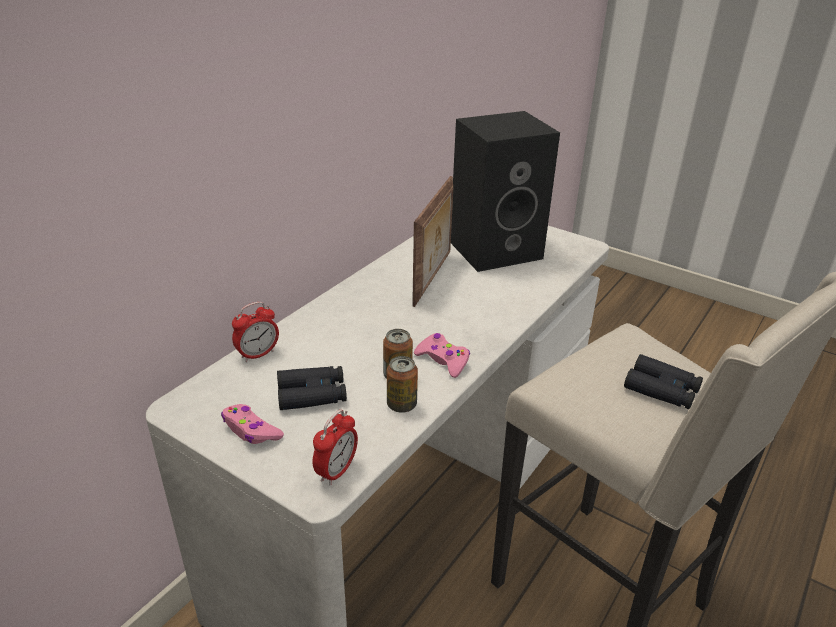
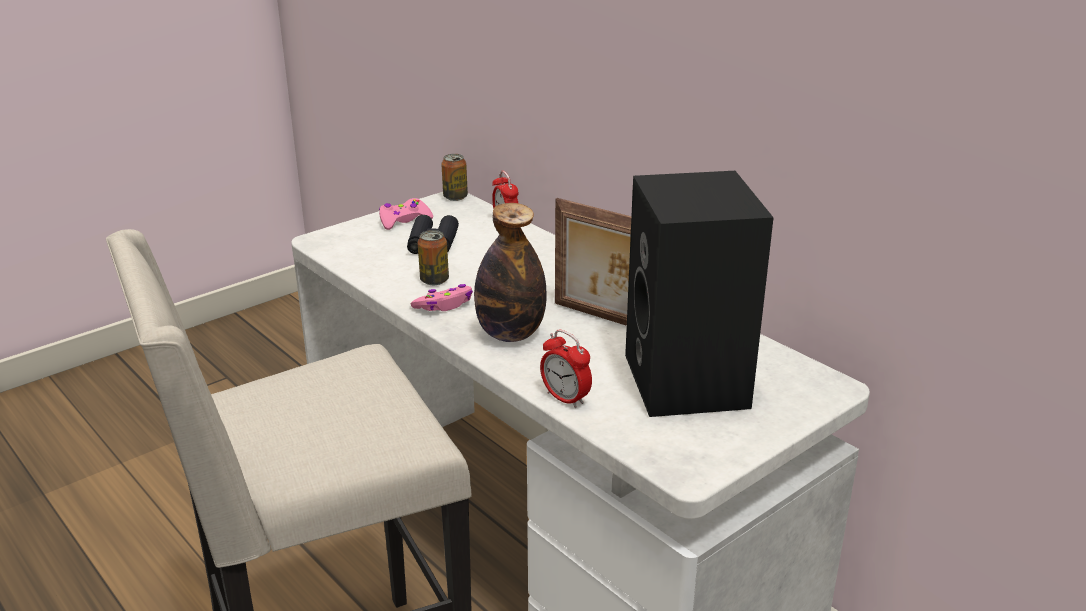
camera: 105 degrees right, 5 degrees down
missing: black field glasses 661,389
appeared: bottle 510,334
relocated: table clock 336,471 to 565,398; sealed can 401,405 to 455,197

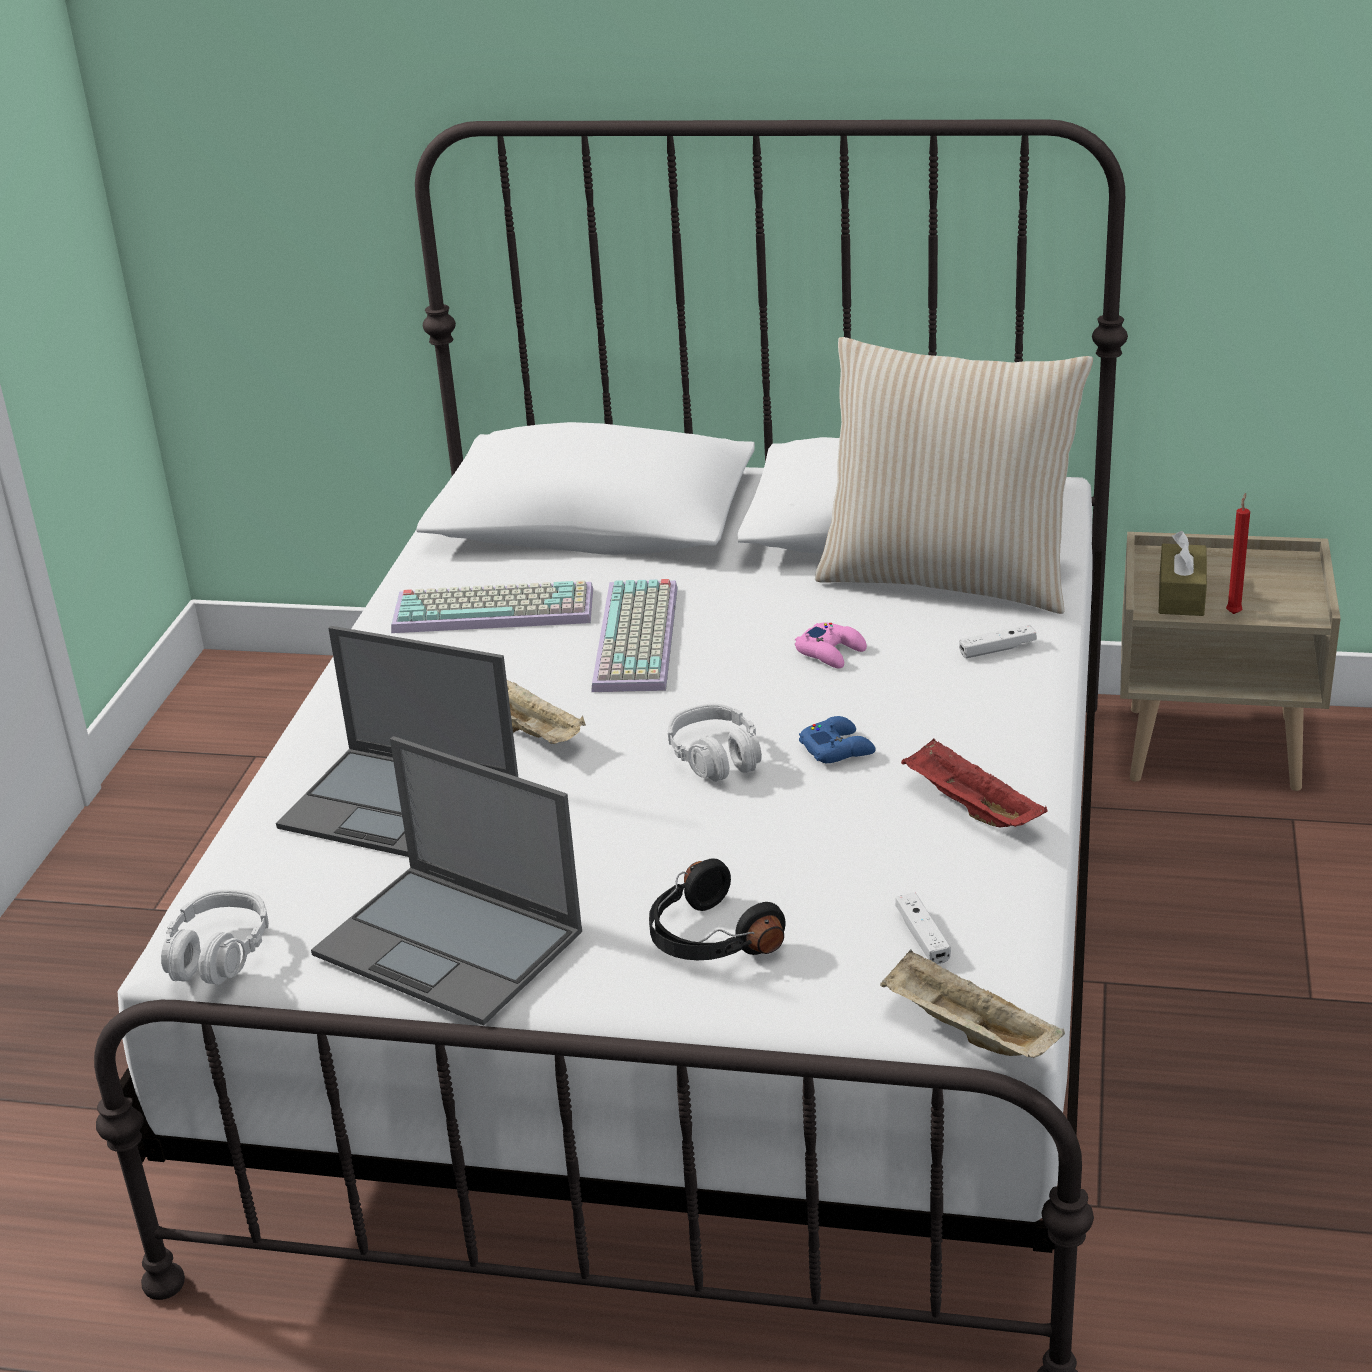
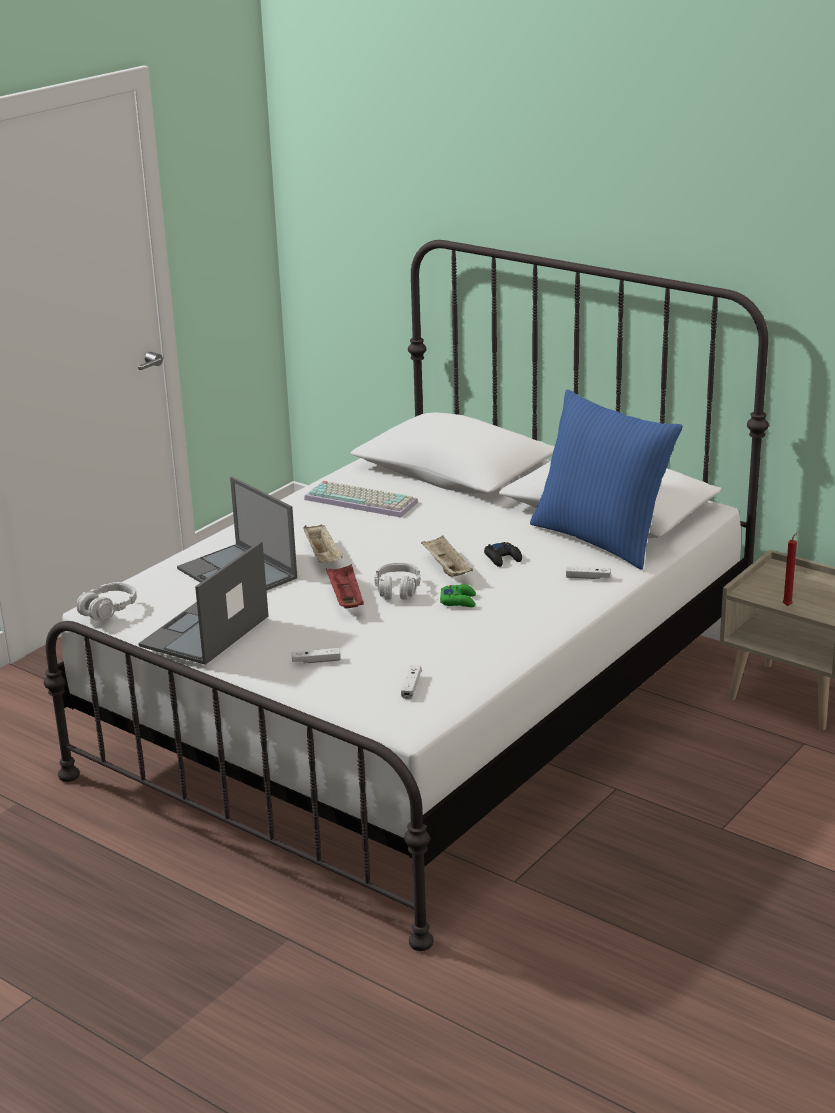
camera: 25 degrees right, 5 degrees down
missing: computer keyboard 639,639; brown-coloured tissue holder 1181,595
relocated: beige-coloured carrying tray 966,1032 to 446,568; red-coloured carrying tray 969,808 to 345,599
exchanged: black headphones 709,938 to white-coloured gamepad 316,661
colour: pinkish gamepad 831,652 to black gamepad 503,558; bluish gamepad 837,748 to greenish gamepad 458,601; beige-coloured throw pillow 948,578 to bluish throw pillow 601,539
spun: notebook computer 451,944 = 204,632 60 degrees clockwise

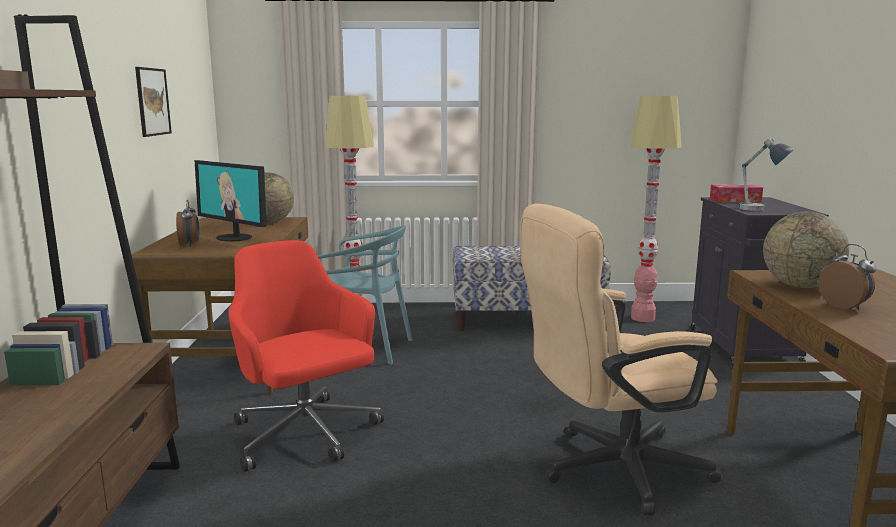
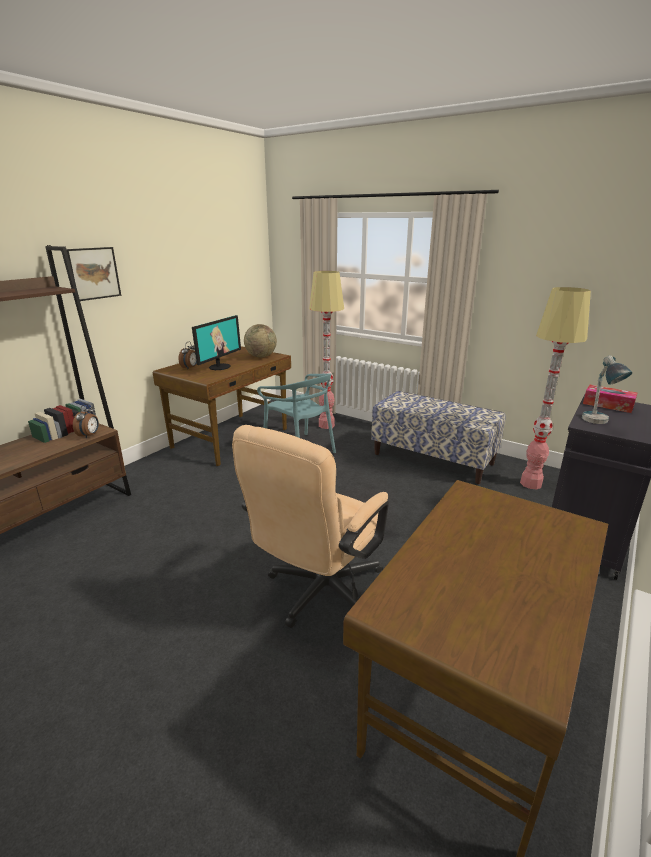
camera: 35 degrees right, 10 degrees up
missing: red-coloured computer chair 306,435; world globe 800,286
relocated: wall art 152,102 to 94,273; table clock 845,307 to 89,435
spun: computer display 235,237 = 219,367 135 degrees counterclockwise; beige-coloured computer chair 610,470 = 318,594 75 degrees counterclockwise

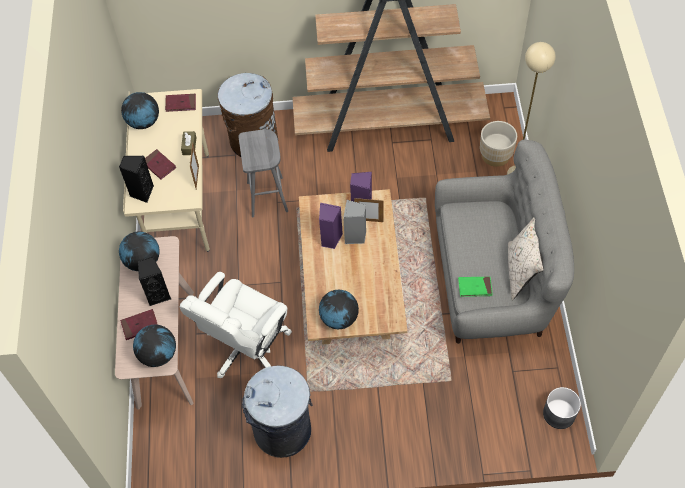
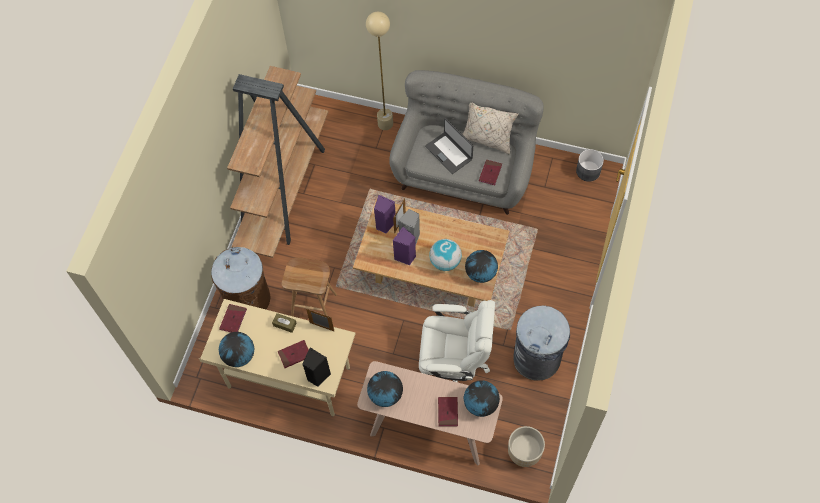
camera: 70 degrees left, 5 degrees up
missing: black loudspeaker 158,294
appeared: notebook computer 449,152; world globe 445,262
relocated: beige-coloured planter 495,155 to 524,453
colour: greyish stool seat 268,197 to brown-coloured stool seat 314,305; greenish bound book 475,287 to red-coloured bound book 490,173
spun: white-coloured computer chair 246,347 = 453,364 45 degrees counterclockwise

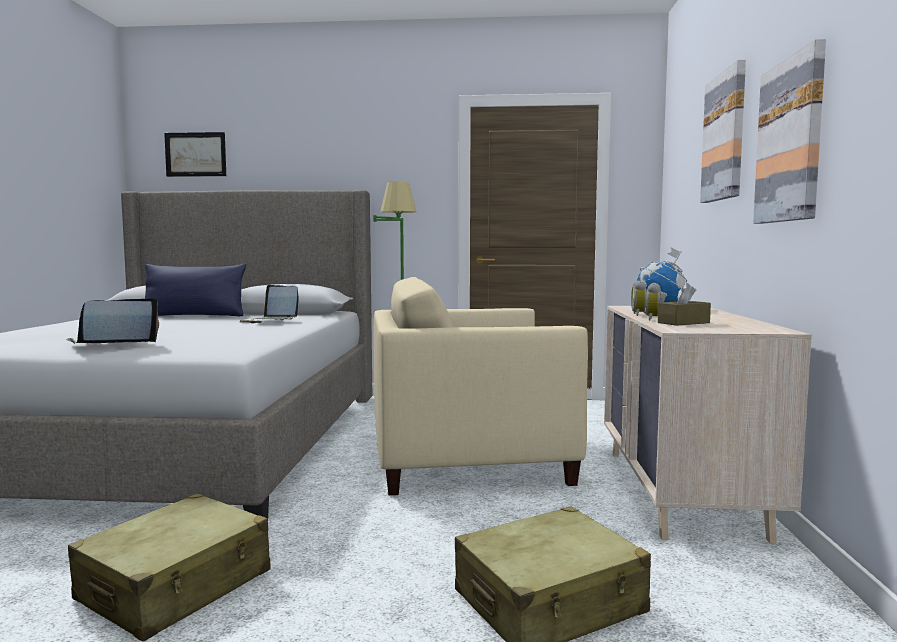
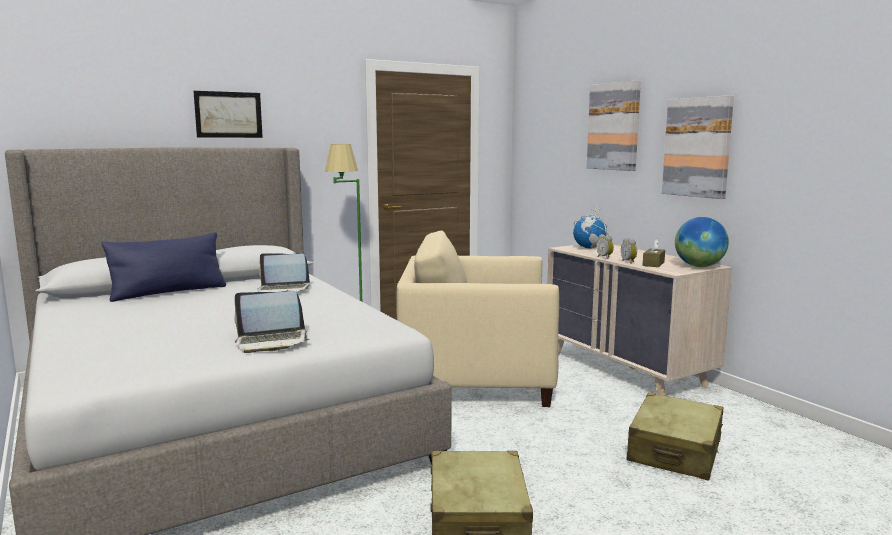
camera: 35 degrees left, 5 degrees up
appeared: world globe 699,266
relocated: wall art 195,154 to 228,114
spun: notebook computer 113,344 = 272,342 120 degrees counterclockwise; beige-coloured lounge chair 469,458 = 477,378 45 degrees clockwise

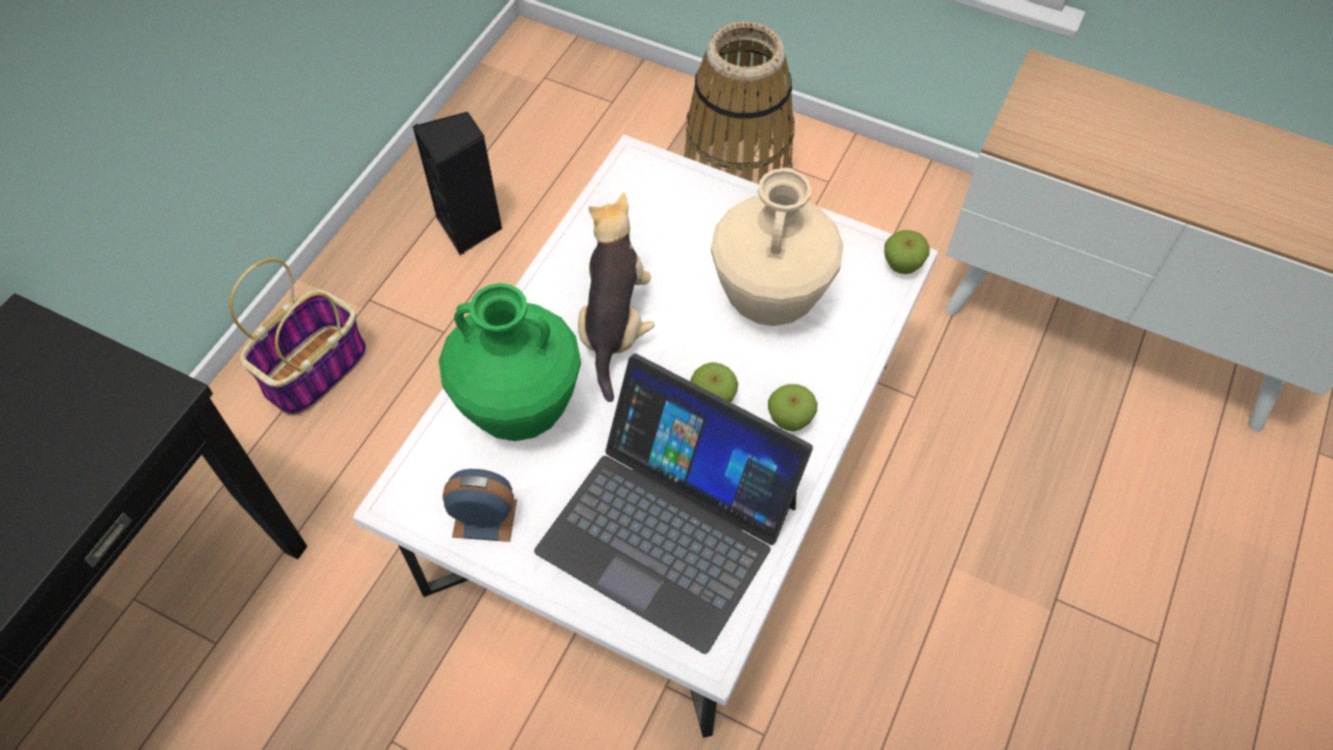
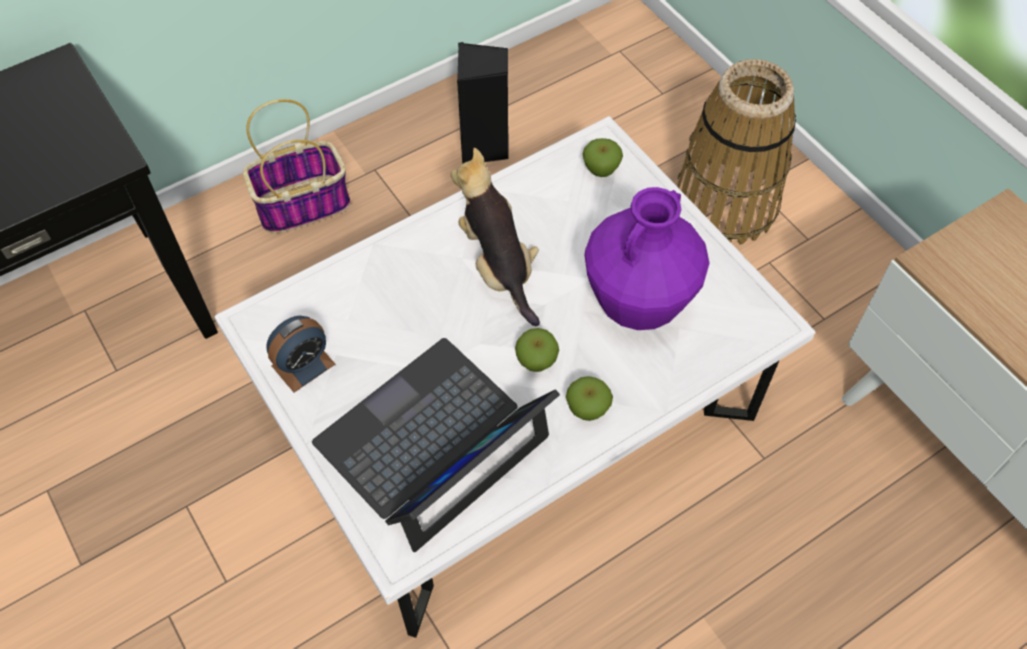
camera: 30 degrees right, 0 degrees up
missing: greenish flower vase 521,410
relocated: whole apple 902,266 to 601,170
colour: beige-coloured flower vase 770,300 to purple-coloured flower vase 638,304
spun: table clock 484,518 = 303,365 105 degrees clockwise; notebook computer 669,526 = 433,443 75 degrees clockwise; plush toy 614,326 = 498,266 60 degrees counterclockwise

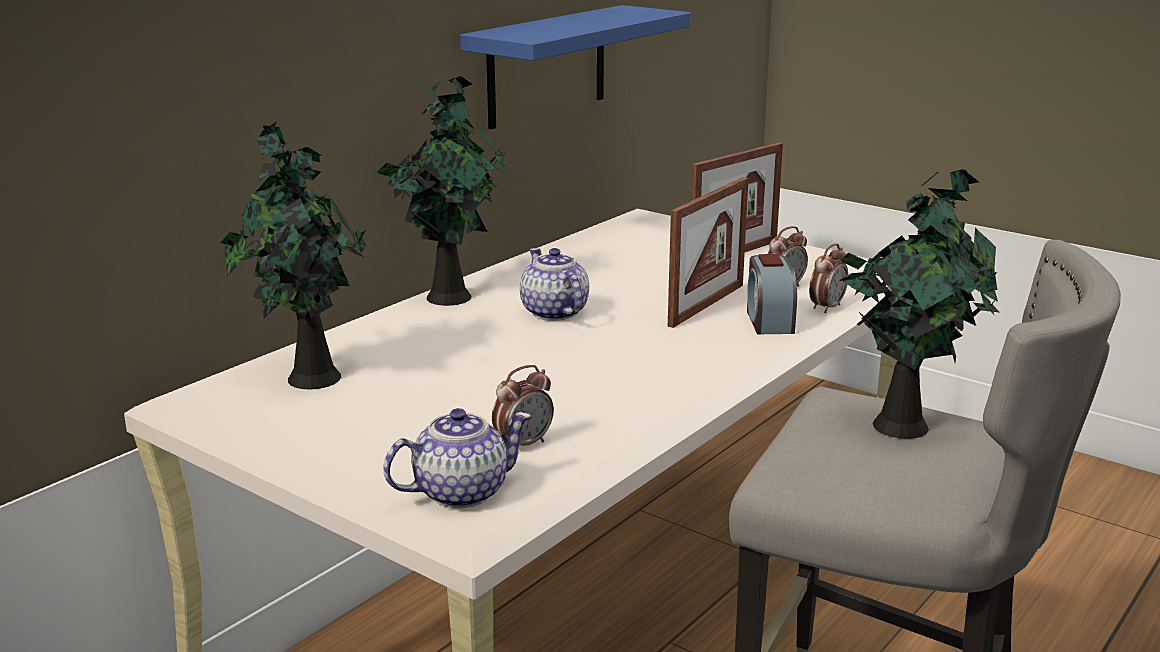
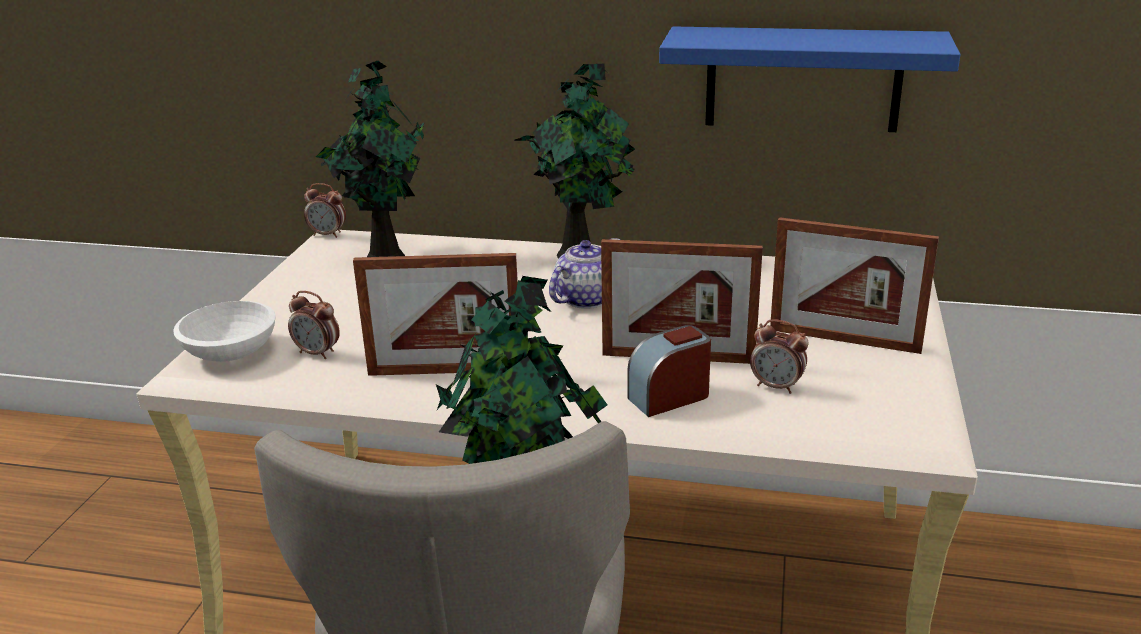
camera: 65 degrees right, 5 degrees up
appeared: photo frame 445,371
relocated: table clock 826,307 to 328,235
exchanged: tea pot 459,492 to white-coloured serving bowl 231,352

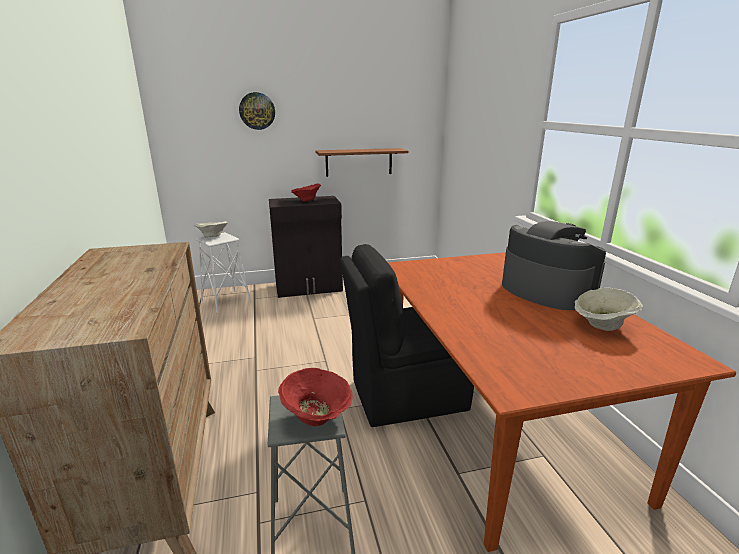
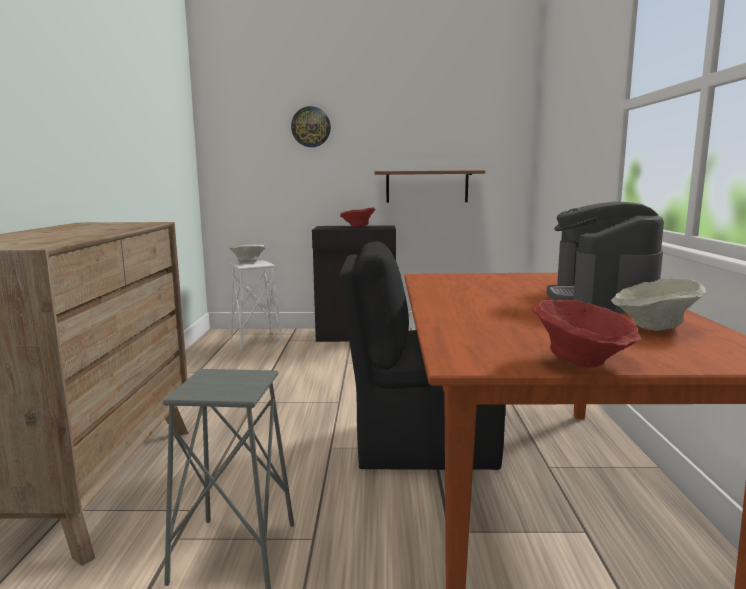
camera: 15 degrees right, 10 degrees down
relocated: red-coloured serving bowl 317,416 to 582,362
spun: coffee brewer 546,290 = 601,299 150 degrees counterclockwise

